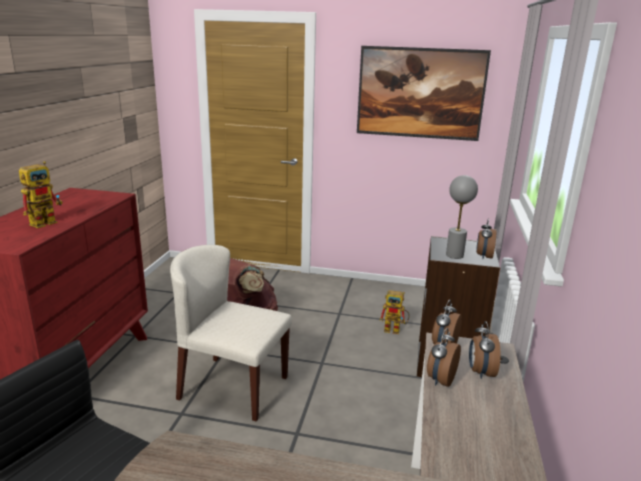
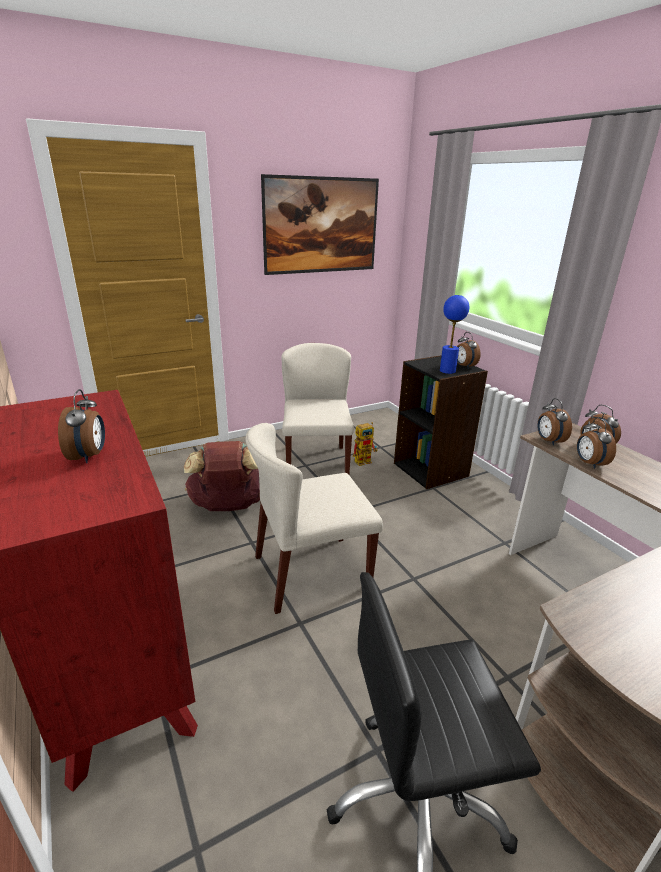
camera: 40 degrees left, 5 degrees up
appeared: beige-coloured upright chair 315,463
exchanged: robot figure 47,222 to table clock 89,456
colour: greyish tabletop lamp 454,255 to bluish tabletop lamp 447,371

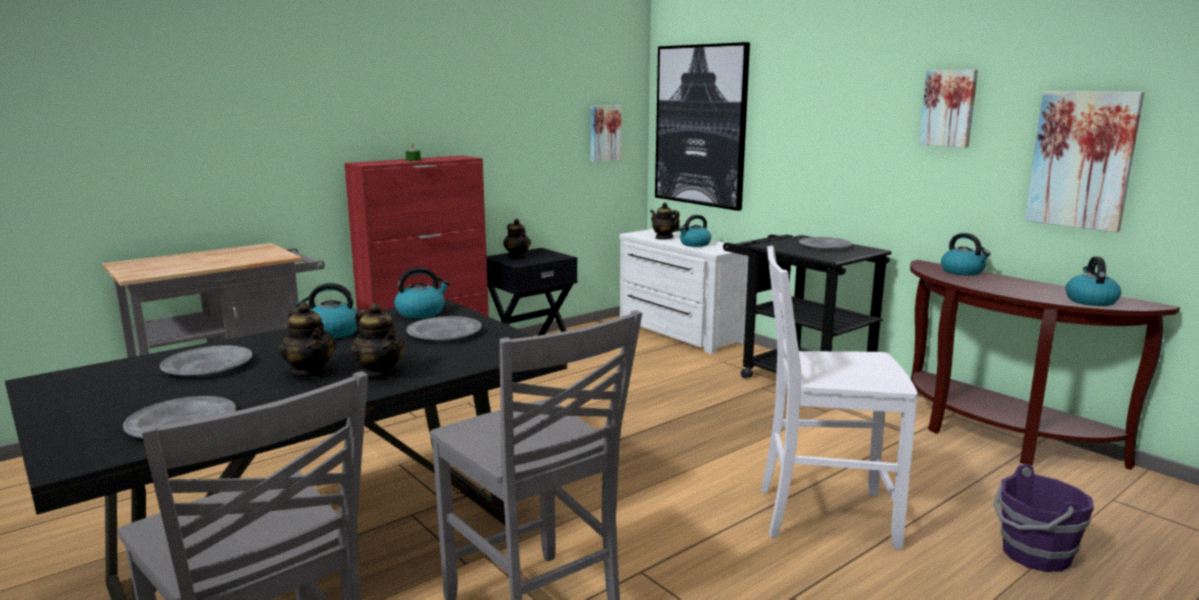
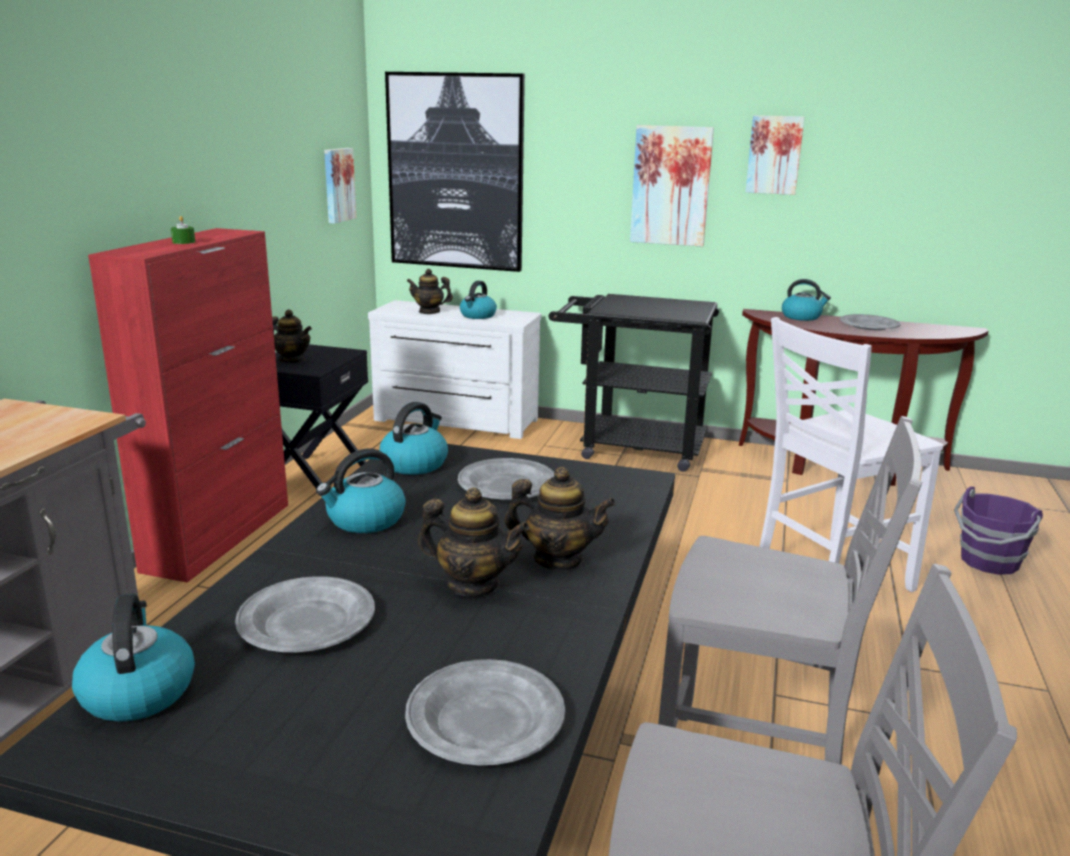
camera: 35 degrees left, 5 degrees up
relocated: greyish plate 824,246 to 868,326; wall art 1082,160 to 671,186; water kettle 1090,301 to 137,691

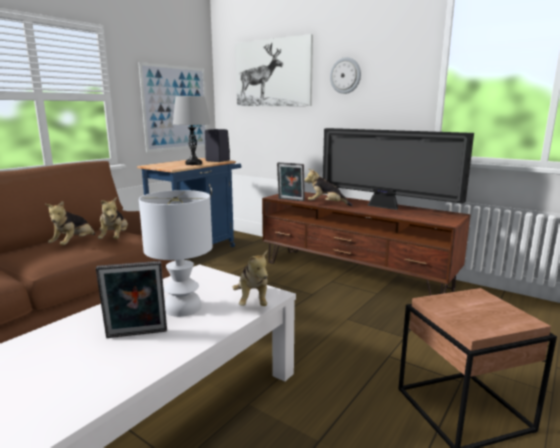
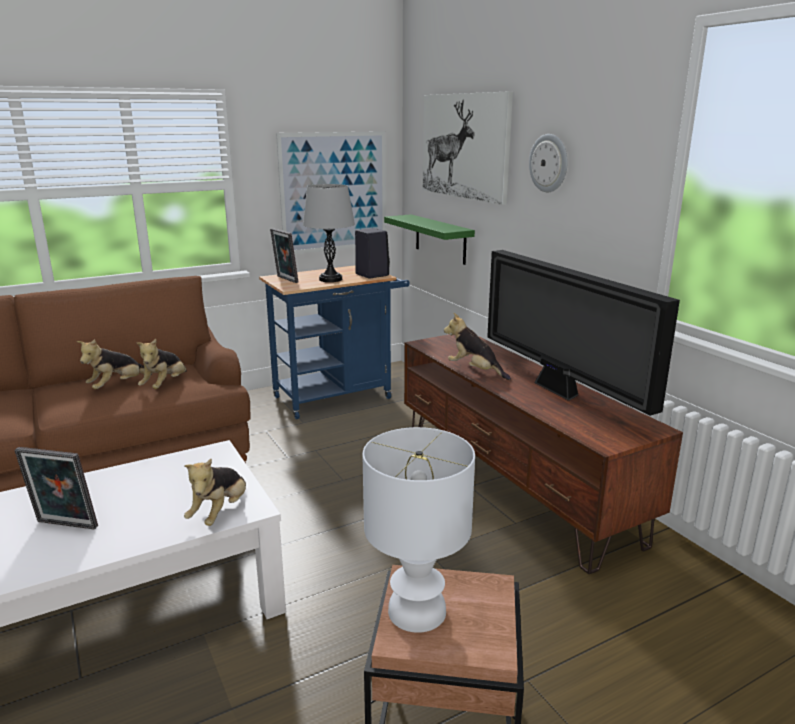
camera: 25 degrees right, 5 degrees up
appeared: greenish wall shelf 440,239
relocated: white-coloured tabletop lamp 183,308 to 417,612; photo frame 290,200 to 285,279

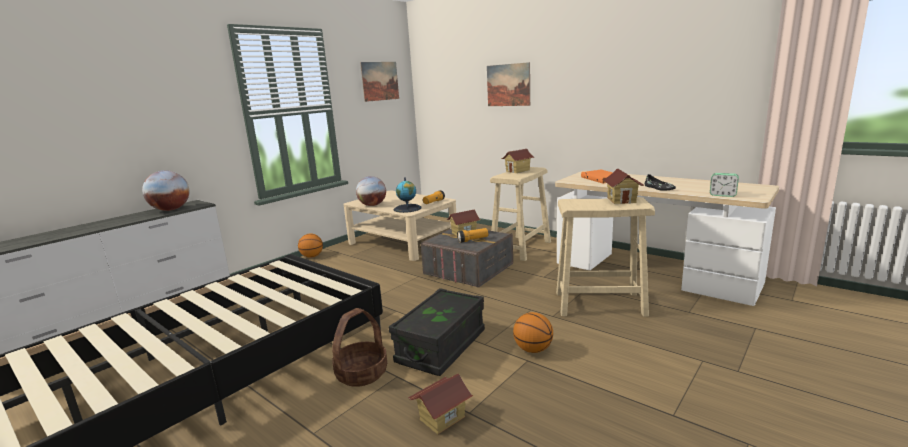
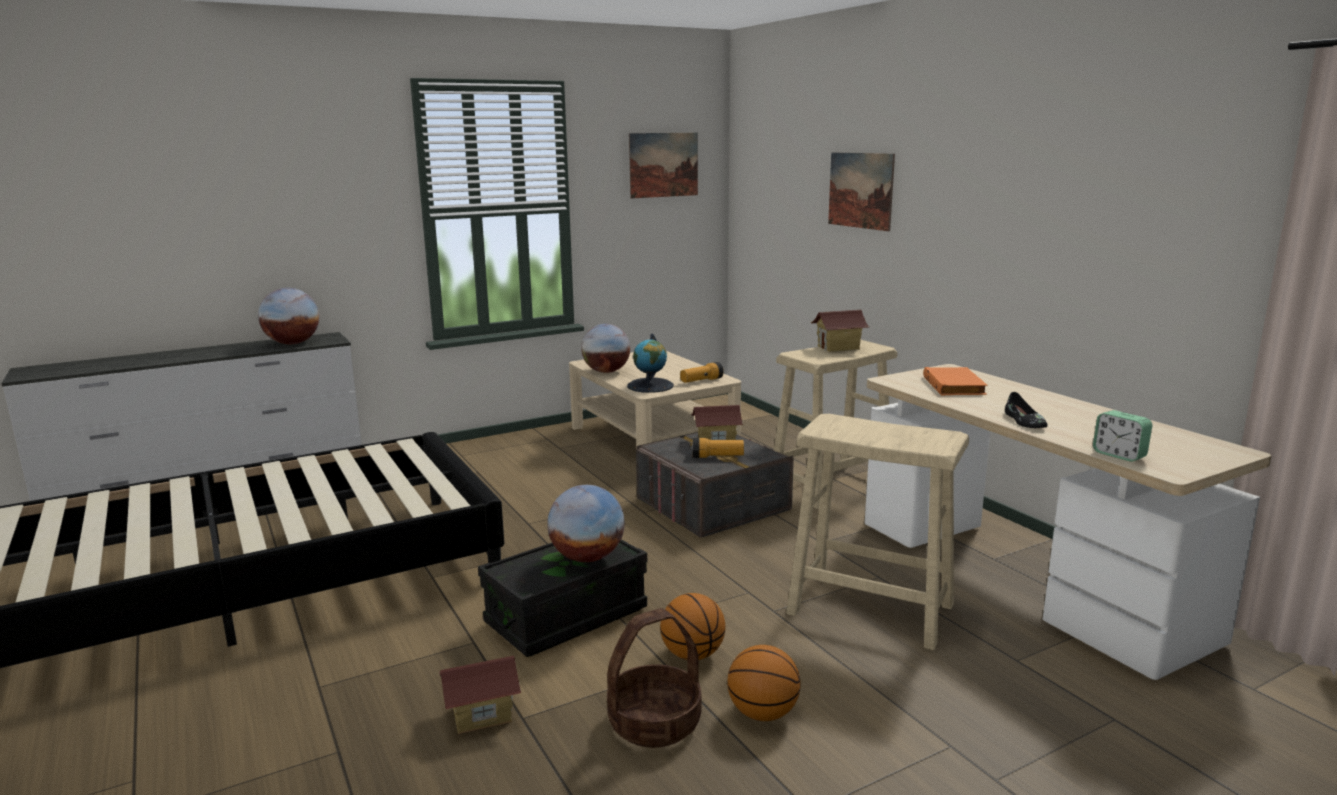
camera: 20 degrees right, 0 degrees up
missing: model house 621,200
appeared: world globe 587,558
relocated: basketball 312,256 to 762,713; household basket 361,373 to 654,723

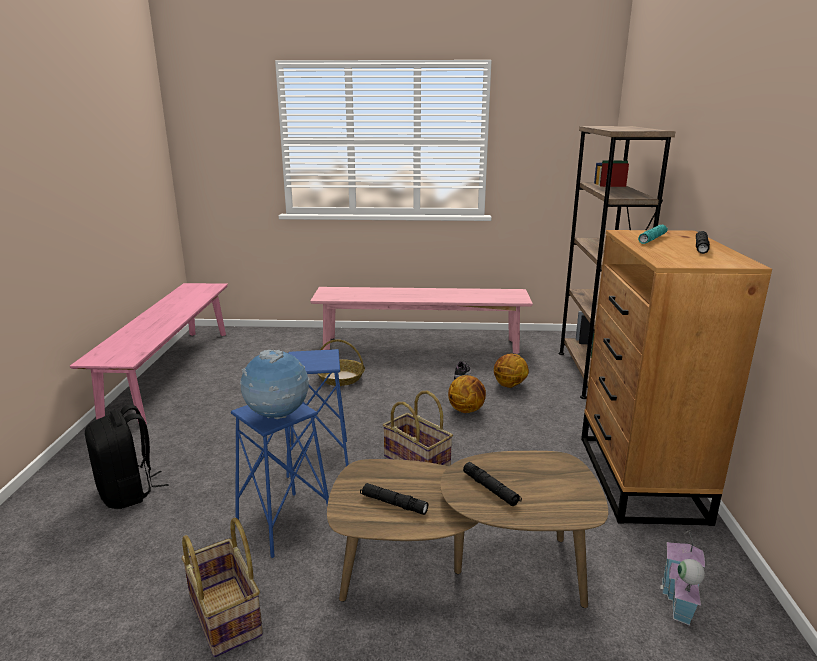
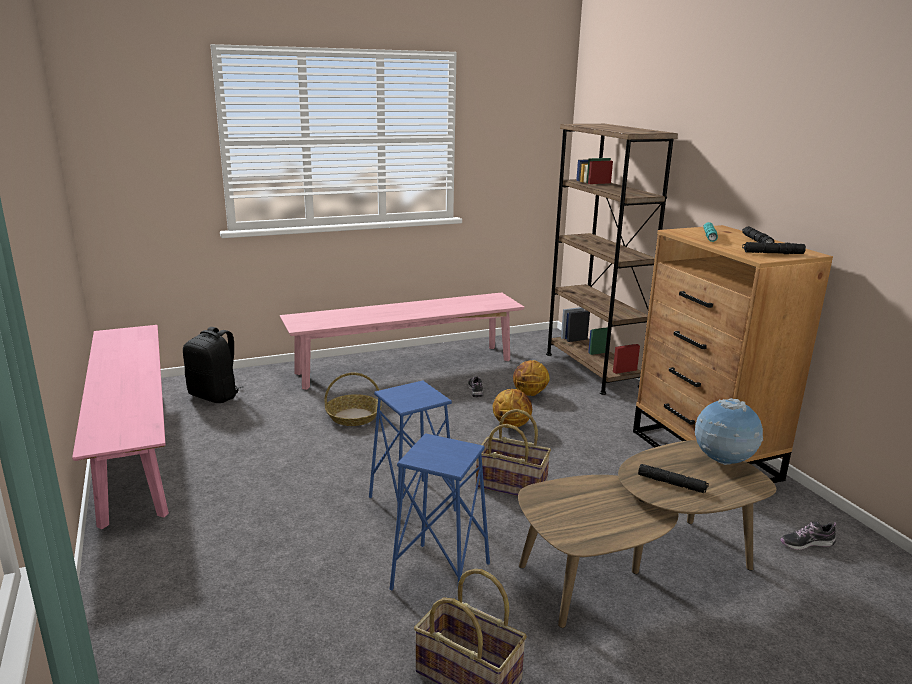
camera: 25 degrees left, 0 degrees up
relocated: black backpack 128,492 to 215,396; world globe 278,417 to 722,462; black flashlight 393,503 to 772,253
exchanged: model house 679,599 to item of footwear 806,543

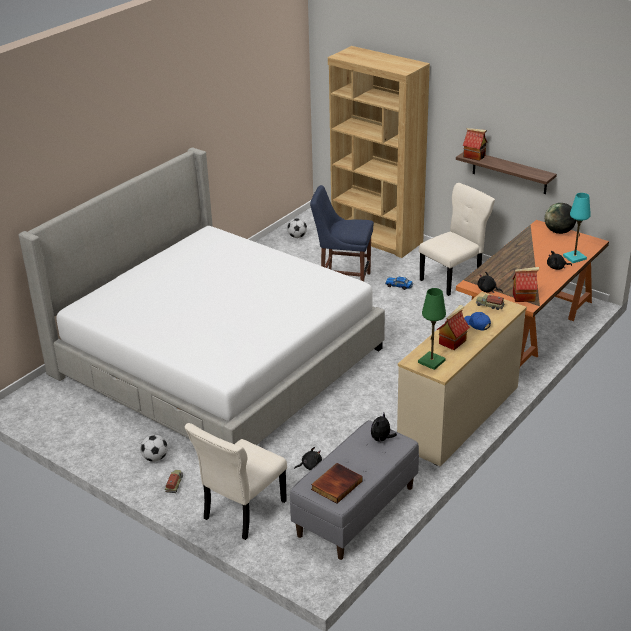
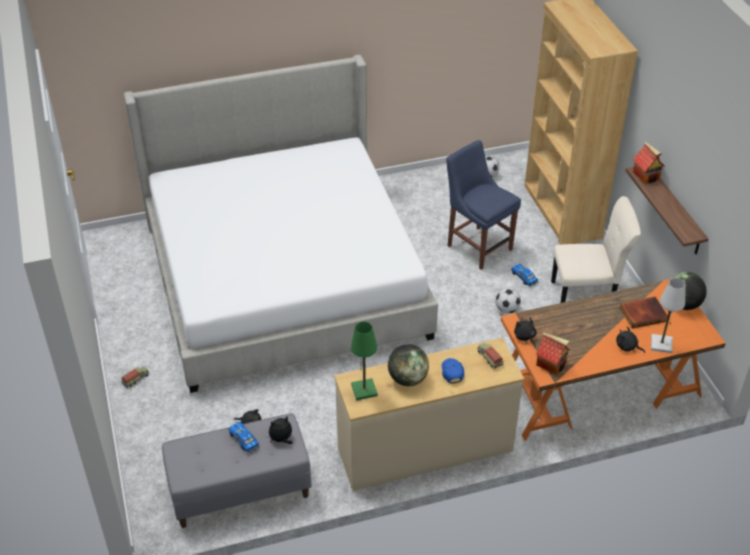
camera: 35 degrees right, 10 degrees up
missing: beige-coloured upright chair 242,511
appeared: toy car 244,440
relocated: ball for football 155,458 to 507,309; bound book 336,484 to 643,313
exchanged: model house 452,341 to world globe 407,379
colour: blue-green tabletop lamp 574,257 to white-coloured tabletop lamp 661,344

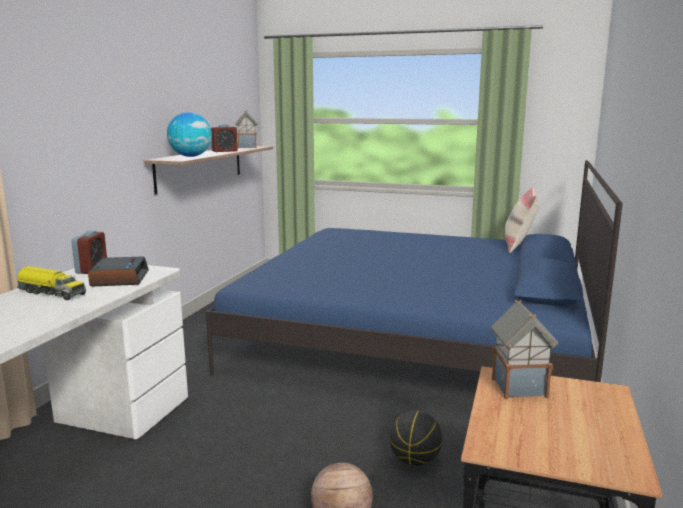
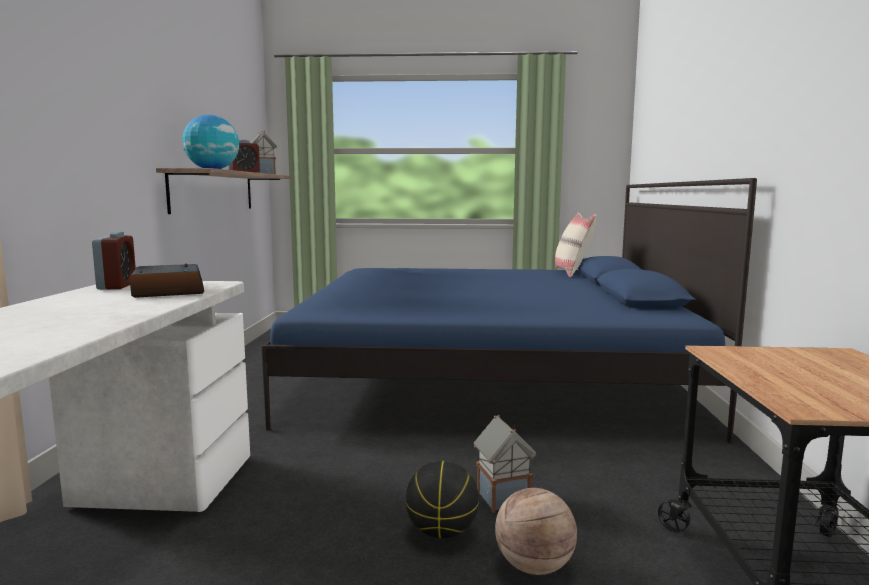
camera: 15 degrees left, 5 degrees down
missing: toy lorry 51,293
relocated: basketball 414,460 to 441,532; model house 518,387 to 502,498

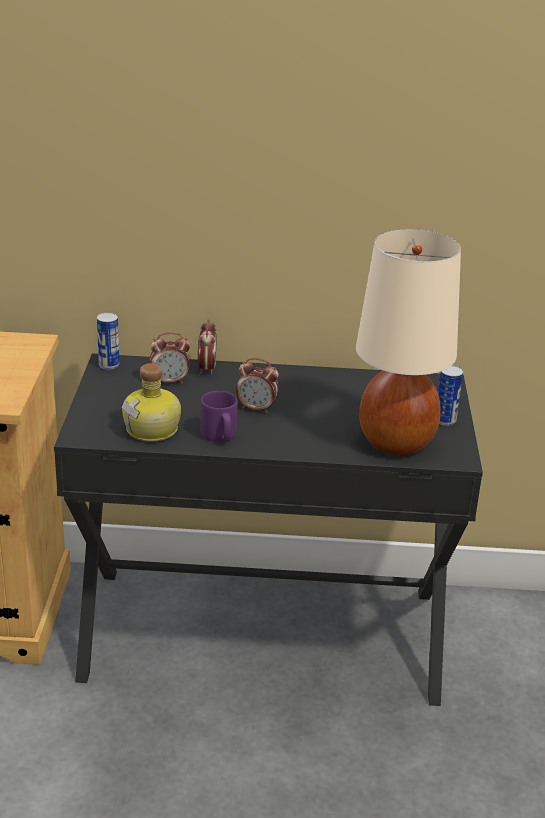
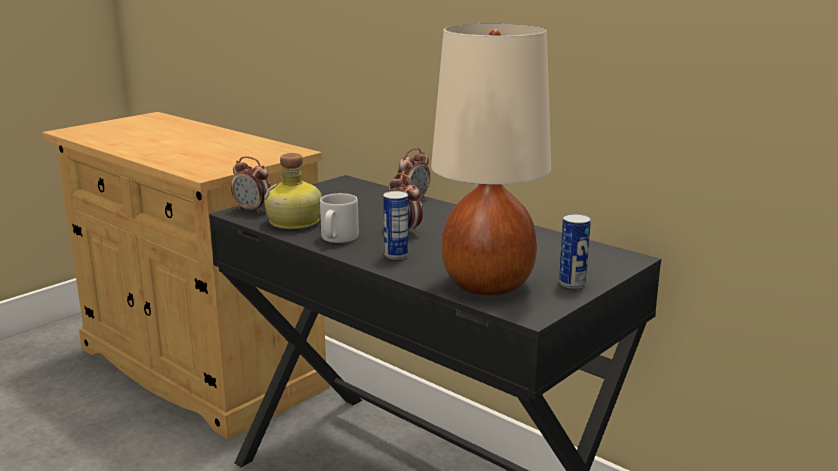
camera: 40 degrees right, 10 degrees down
relocated: sealed can 109,365 to 396,255; table clock 170,381 to 253,210
colour: purple-coloured coffee mug 220,436 to greyish coffee mug 338,239

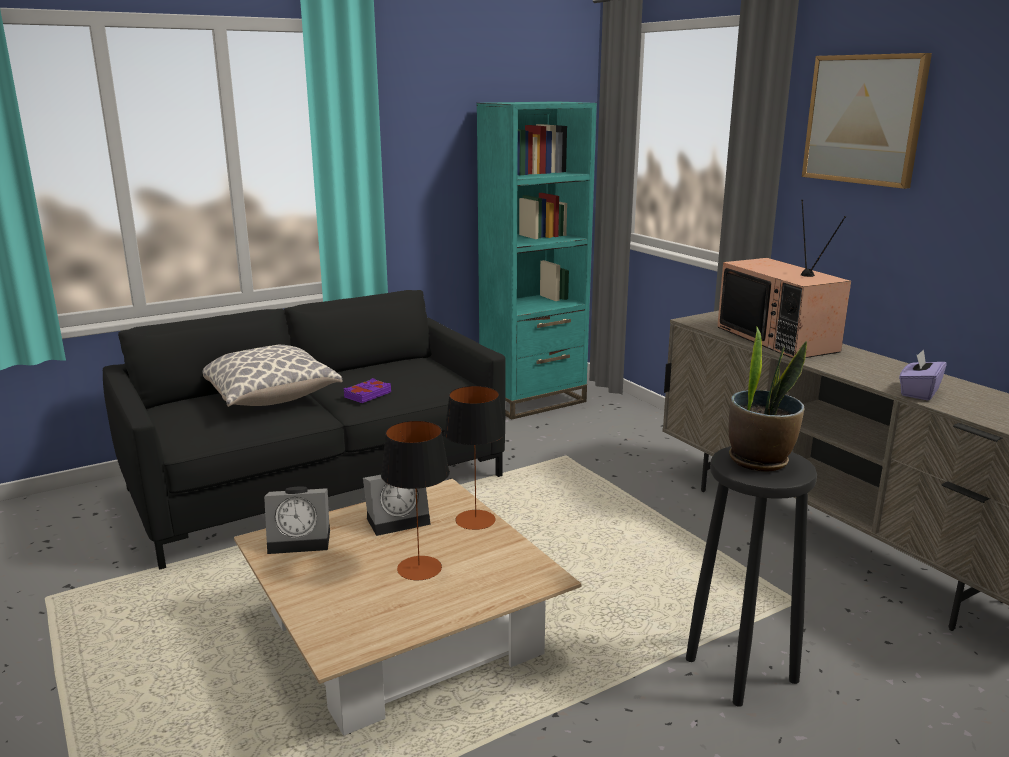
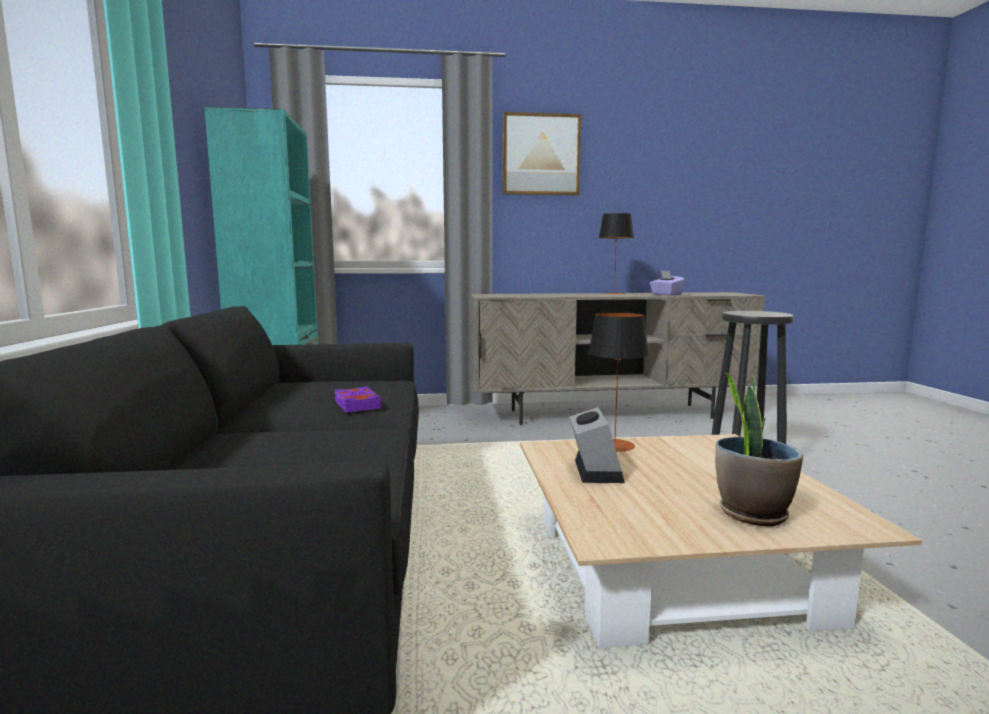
camera: 65 degrees left, 10 degrees down
missing: throw pillow 270,398; table clock 302,540; TV set 779,339
relocated: tabletop lamp 419,568 to 614,293; houseplant 759,460 to 751,513

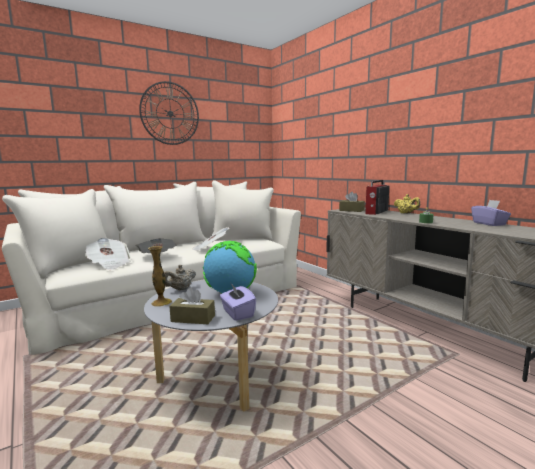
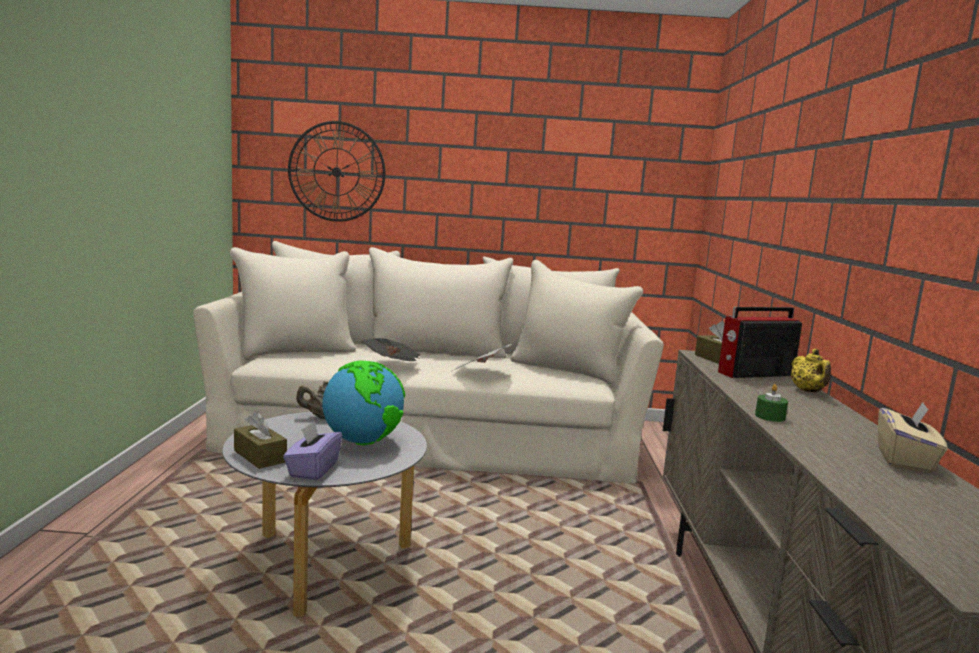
camera: 35 degrees right, 0 degrees up
missing: printed paper 109,264; flower vase 161,302
relocated: clock on the wall 170,113 to 336,172
colour: purple-coloured tissue holder 489,224 to beige-coloured tissue holder 905,460

